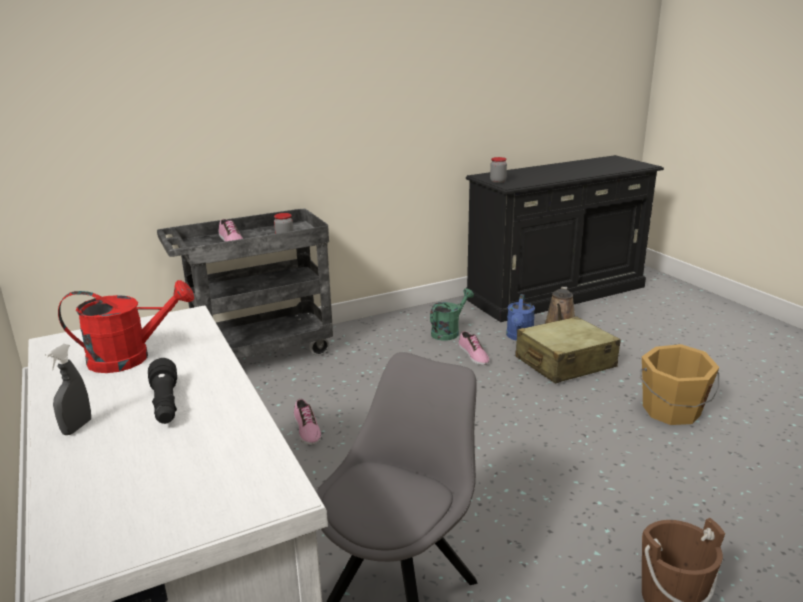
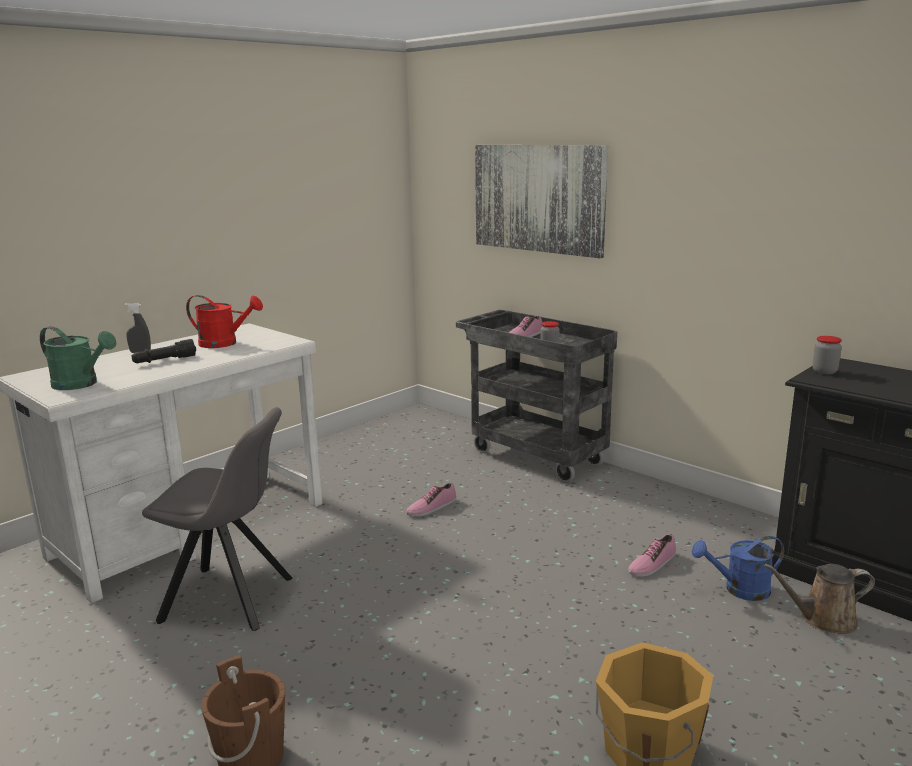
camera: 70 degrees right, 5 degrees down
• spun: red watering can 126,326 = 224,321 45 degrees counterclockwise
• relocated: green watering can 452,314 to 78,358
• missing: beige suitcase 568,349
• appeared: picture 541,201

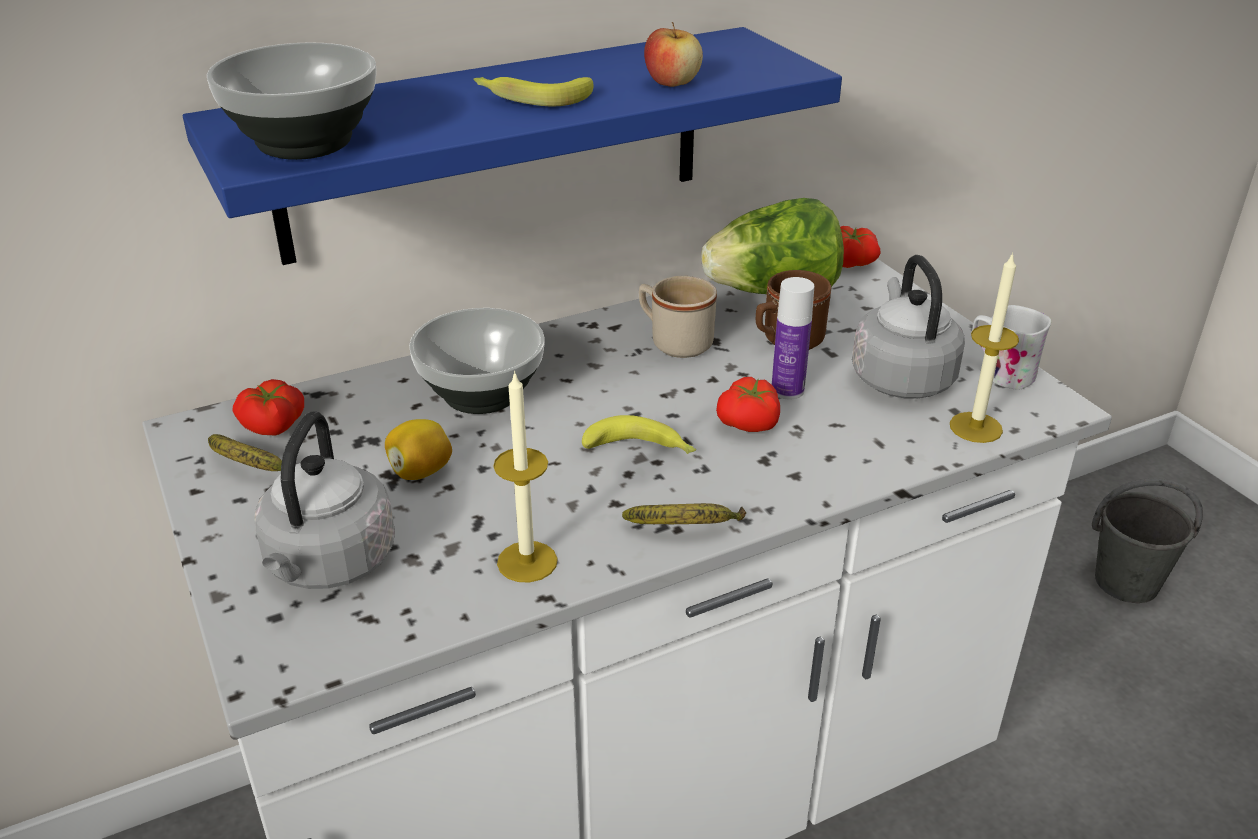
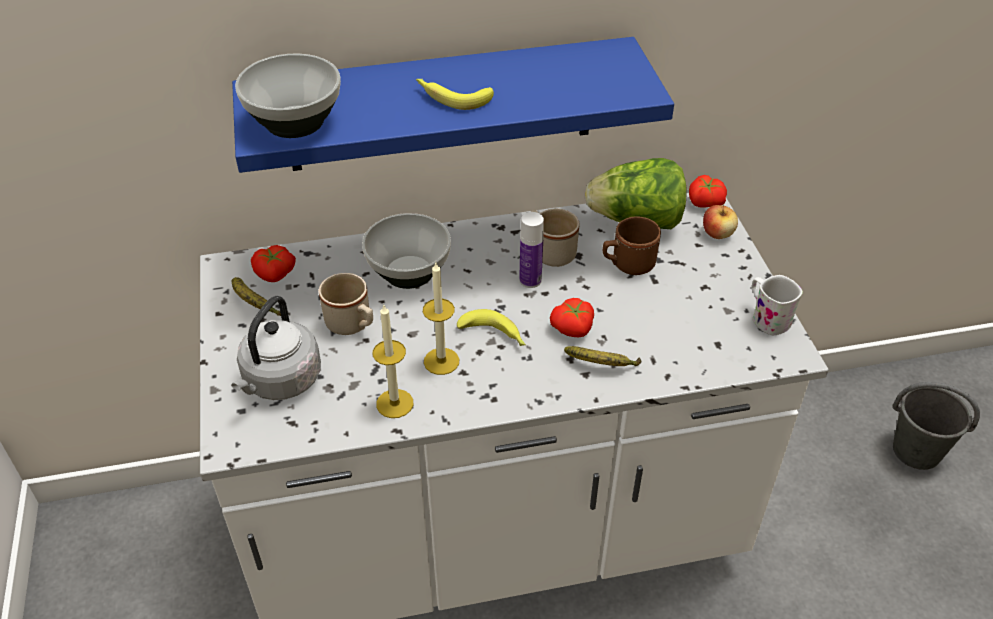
camera: 15 degrees right, 10 degrees up
• exchanged: lemon 418,449 to beige mug 346,304
• relocated: banana 684,513 to 602,356
• relocated: apple 673,54 to 720,221
• relocated: bottle 793,338 to 531,250
• missing: grey kettle 908,327
• relocated: candle 984,347 to 441,318

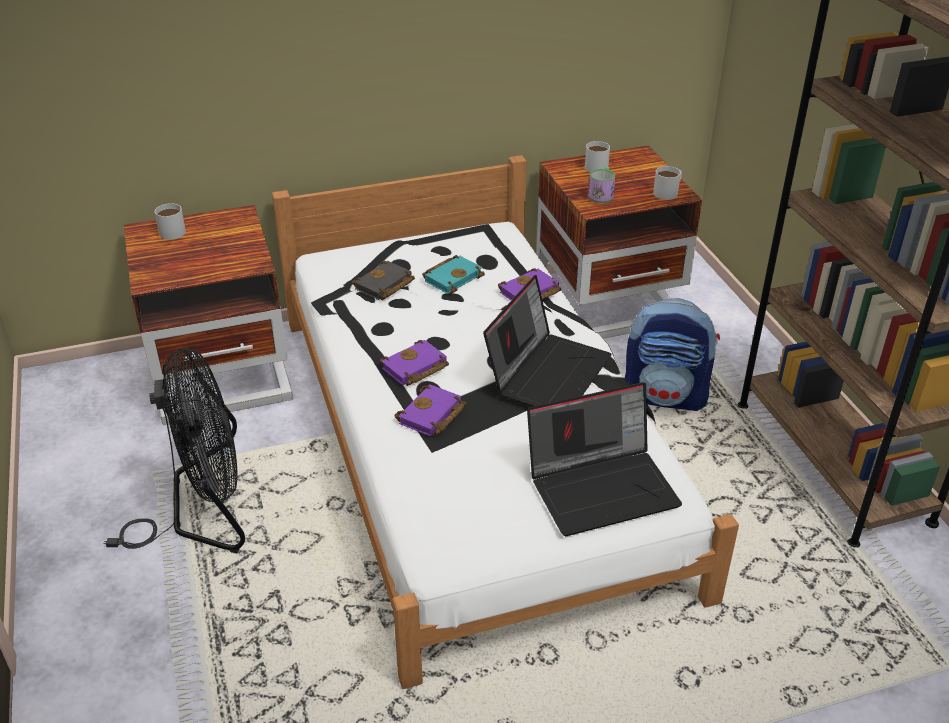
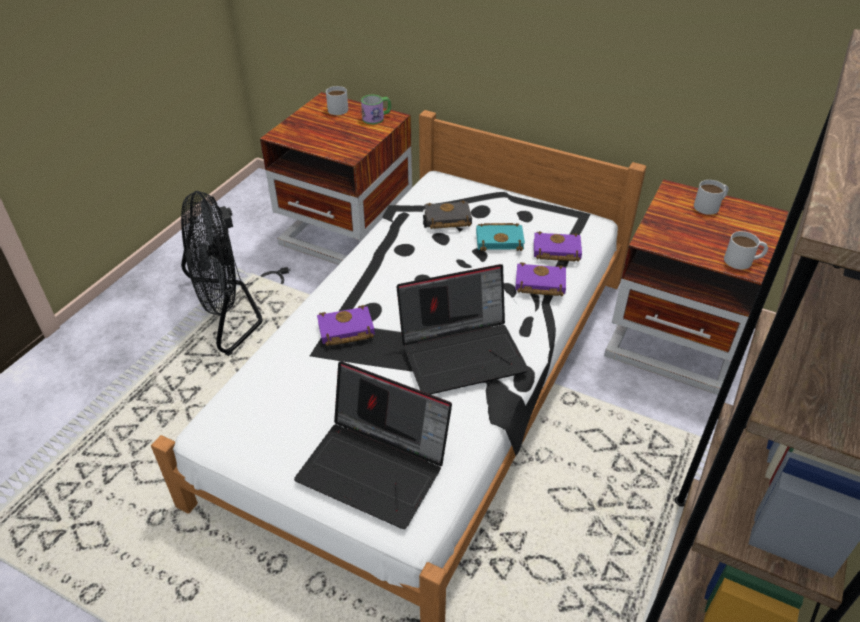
camera: 45 degrees right, 5 degrees up
• spun: black fan 174,450 = 236,273 120 degrees clockwise
• relocated: purple book 414,363 to 558,246
• relocated: mug 601,185 to 376,109
• missing: backpack 672,354

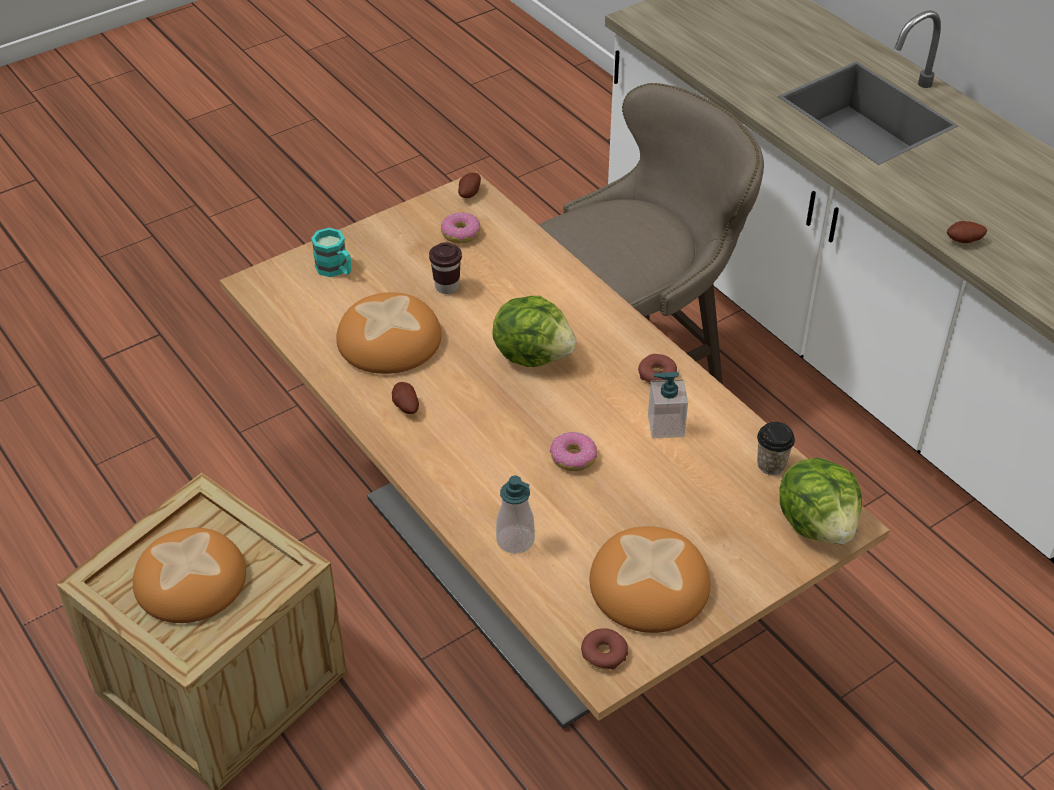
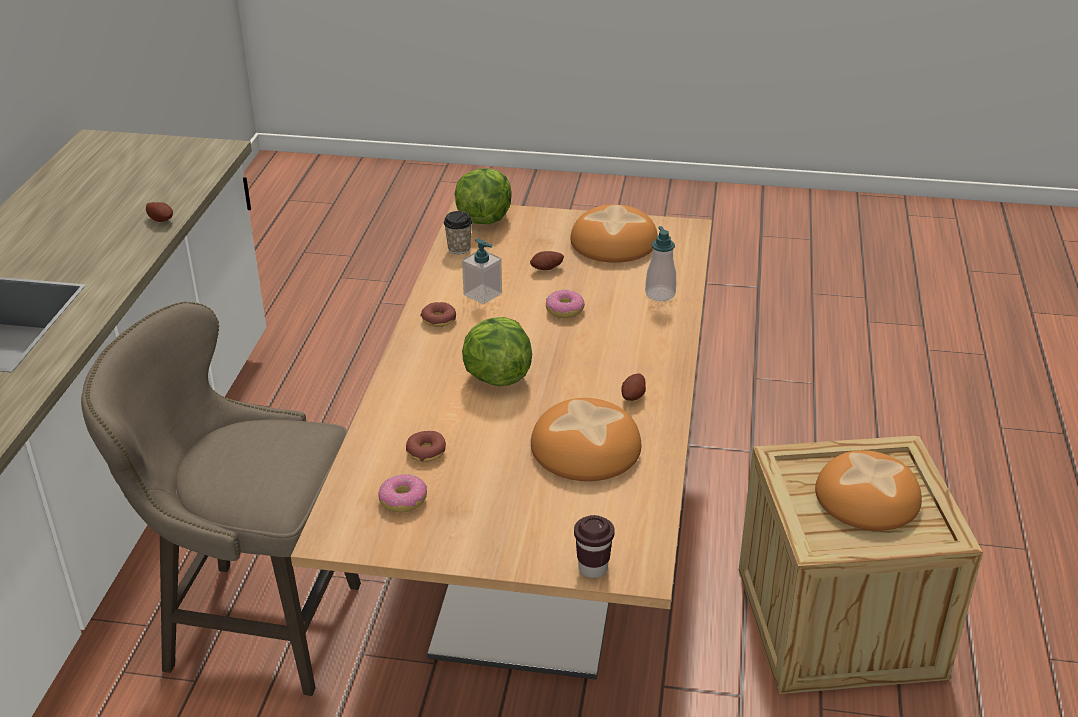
camera: 135 degrees left, 10 degrees down
• missing: turquoise mug 331,252
• relocated: brown cup 445,268 to 594,546
• relocated: potato 469,185 to 547,260
• relocated: donut 604,649 to 426,446

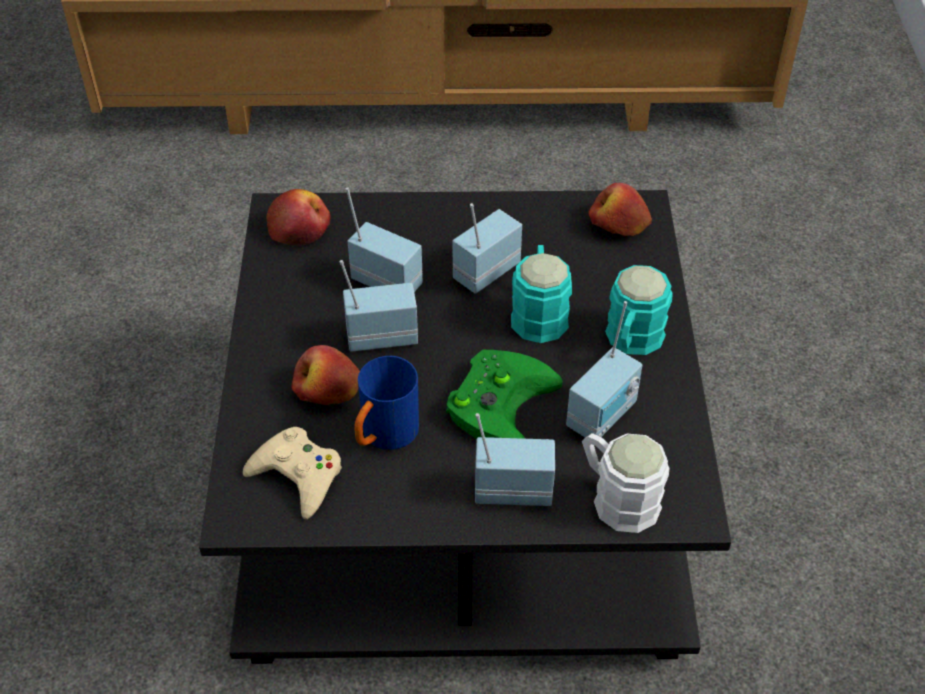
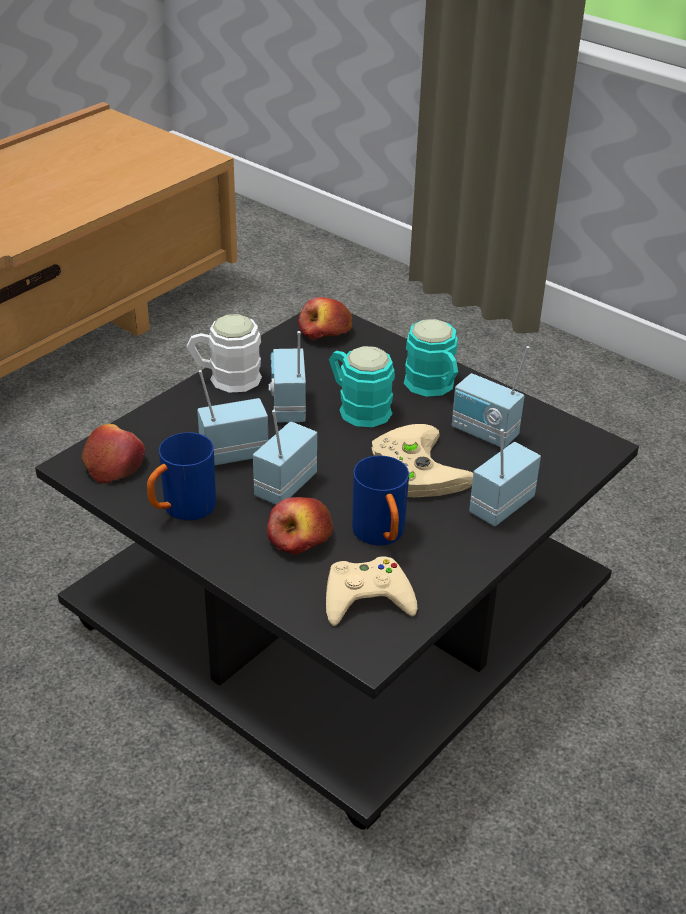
camera: 50 degrees left, 10 degrees down
• colour: green game controller 504,394 to beige game controller 422,460
• spun: radio 604,369 = 491,397 135 degrees clockwise
• relocated: white mug 625,483 to 224,353
• appeared: blue mug 181,476

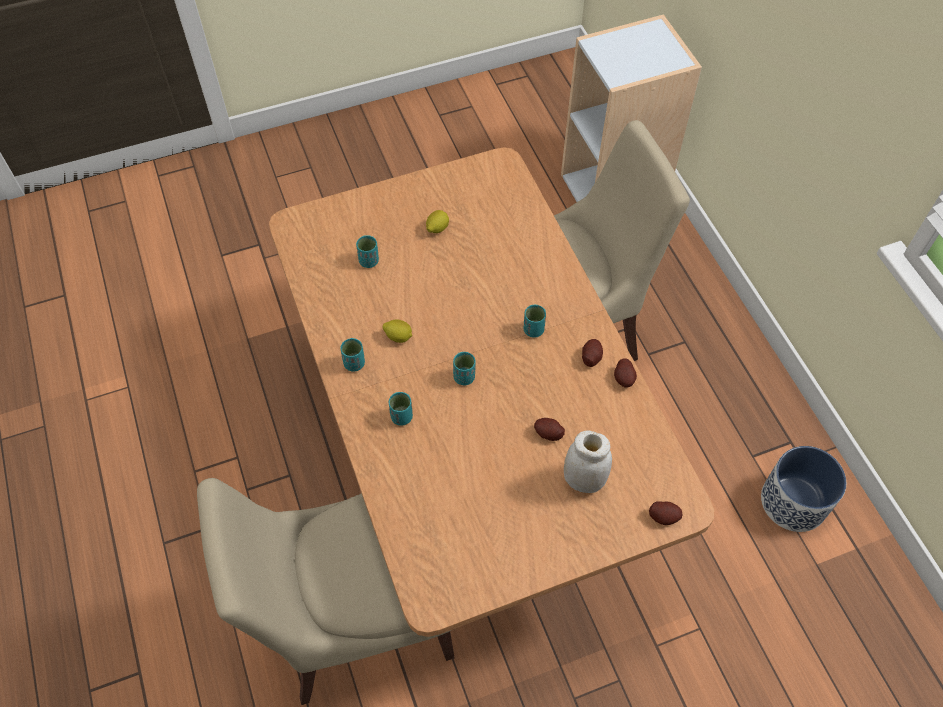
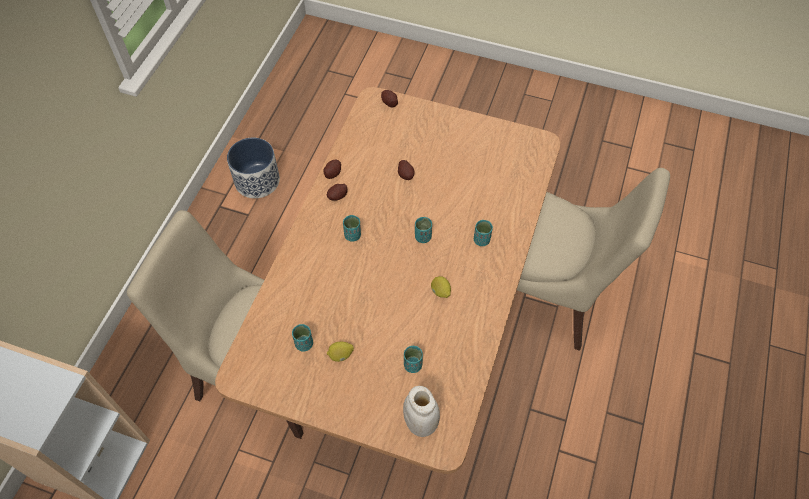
camera: 140 degrees left, 0 degrees up
• relocated: turquoise cup 352,355 to 302,338
• relocated: white jar 588,462 to 421,411

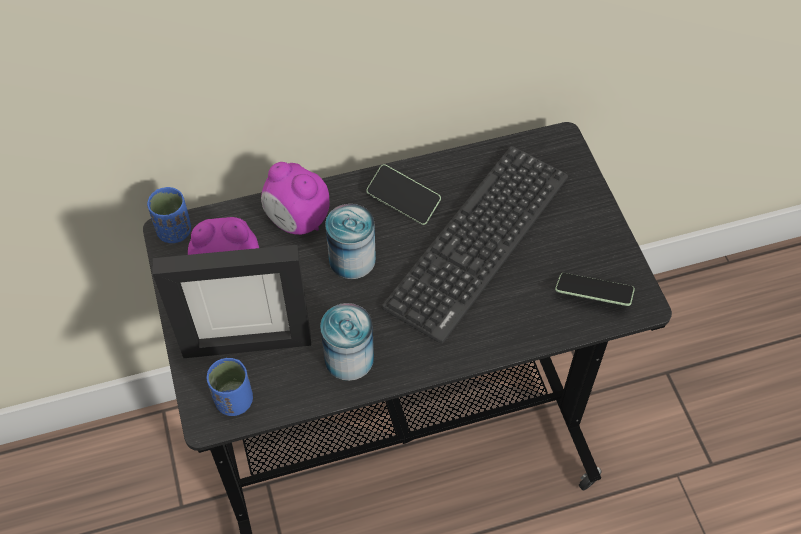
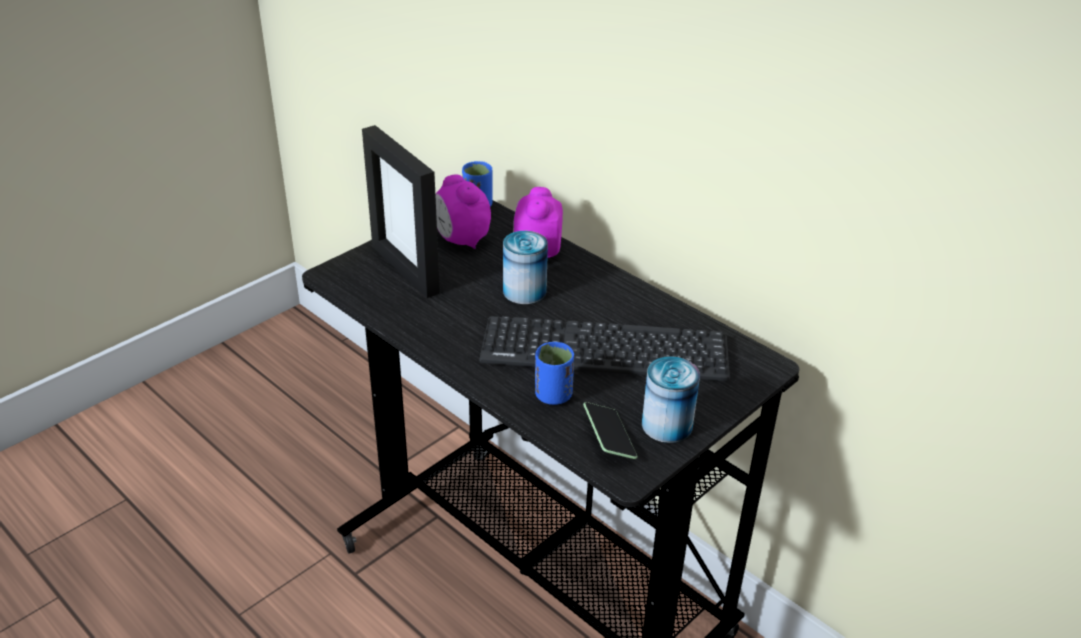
camera: 60 degrees right, 20 degrees down
• relocated: blue cup 230,387 to 554,373
• relocated: can 347,342 to 671,399
• missing: phone 403,194

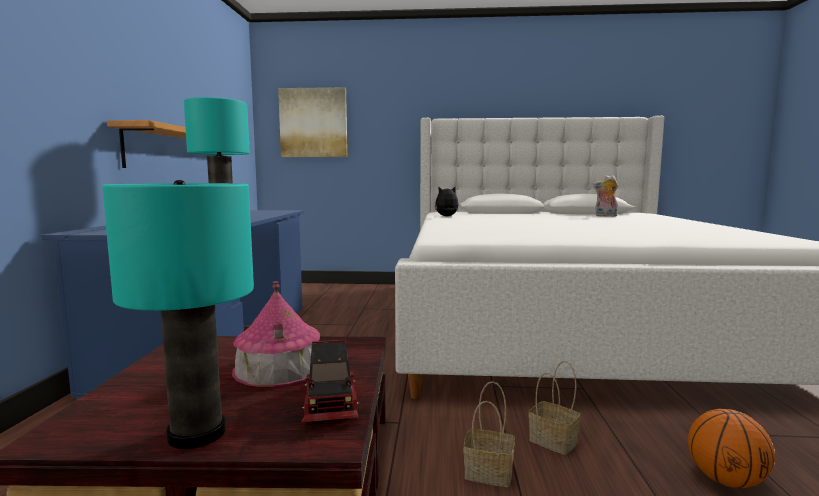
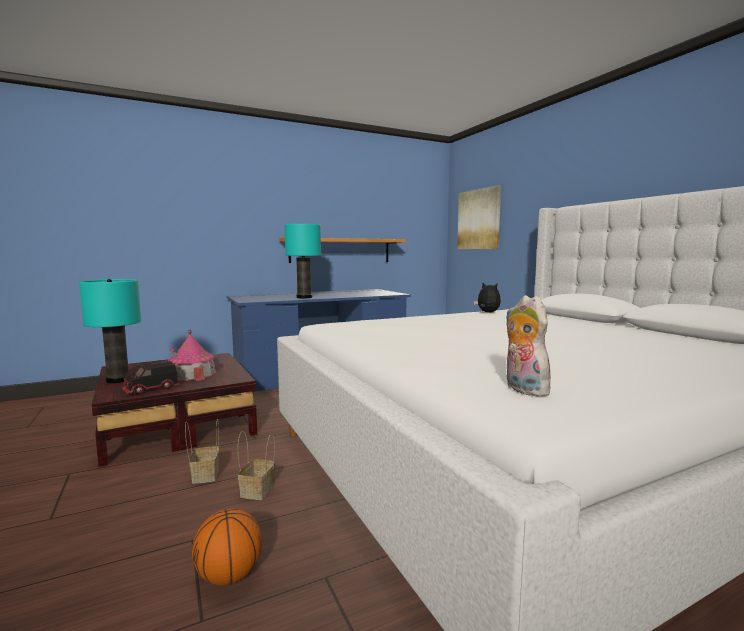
camera: 60 degrees right, 0 degrees up
• relocated: plush toy 606,196 to 530,345

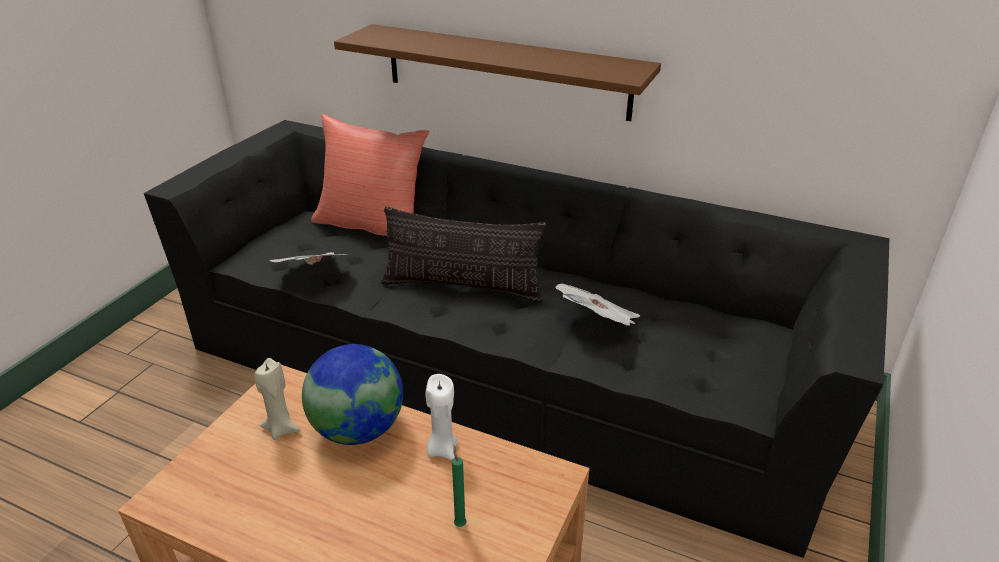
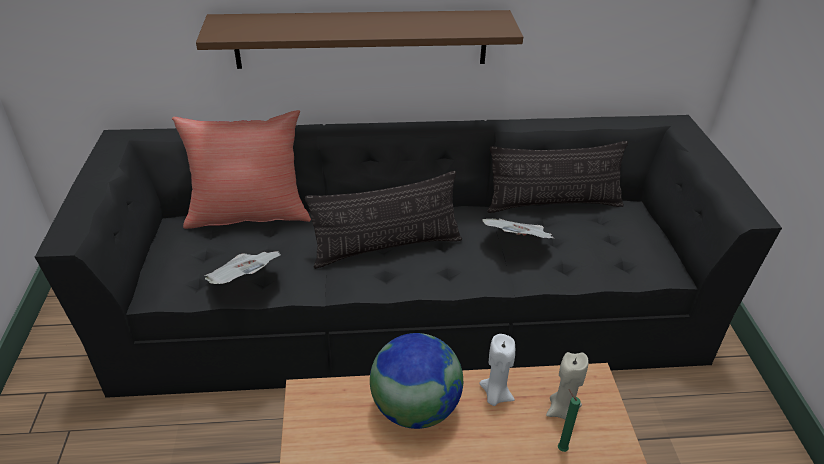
camera: 30 degrees left, 5 degrees up
• relocated: beige candle 277,399 to 567,386
• appeared: pillow 557,177

